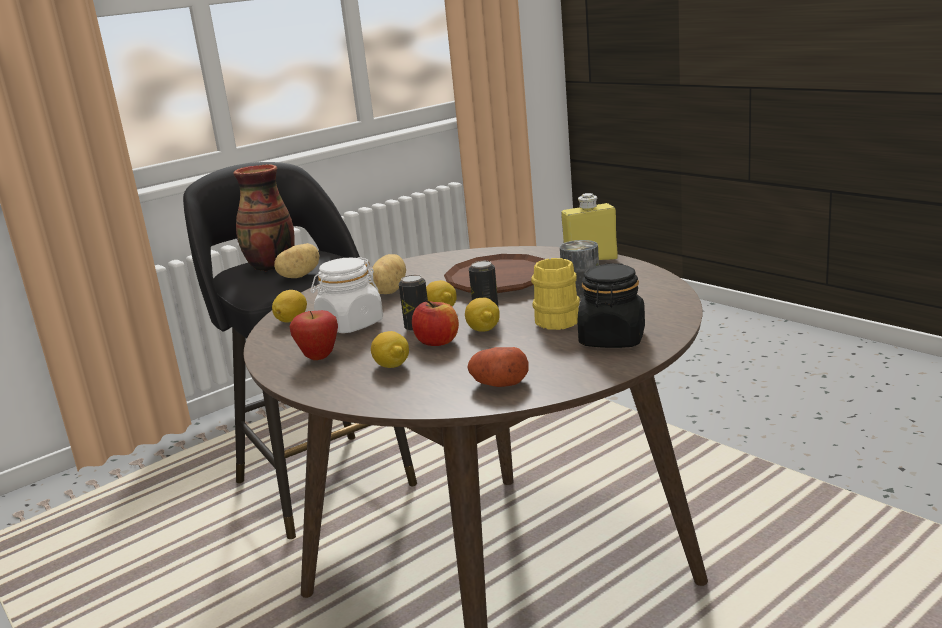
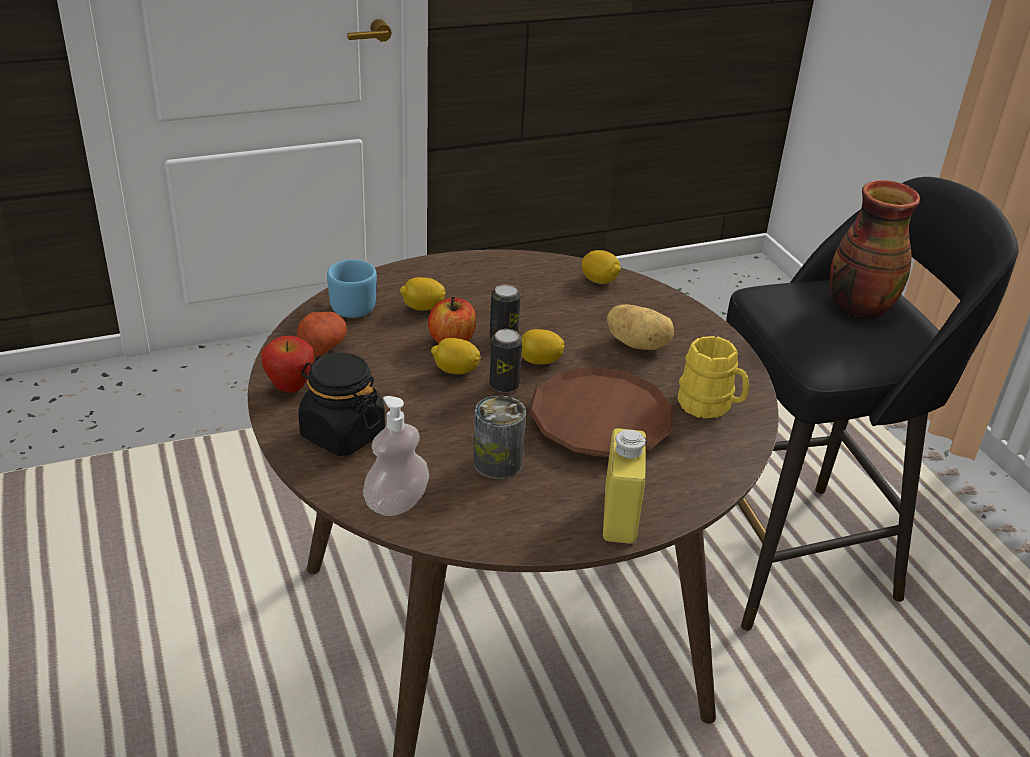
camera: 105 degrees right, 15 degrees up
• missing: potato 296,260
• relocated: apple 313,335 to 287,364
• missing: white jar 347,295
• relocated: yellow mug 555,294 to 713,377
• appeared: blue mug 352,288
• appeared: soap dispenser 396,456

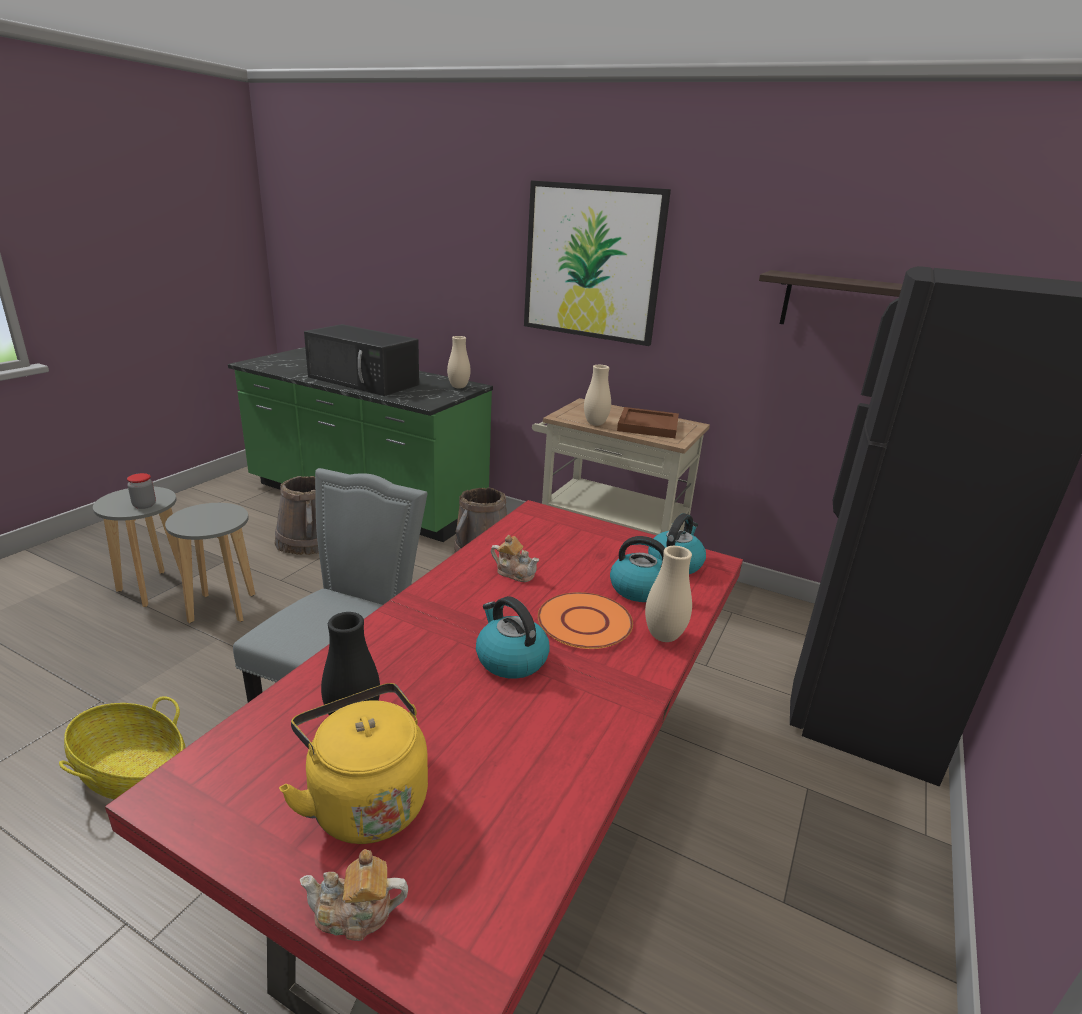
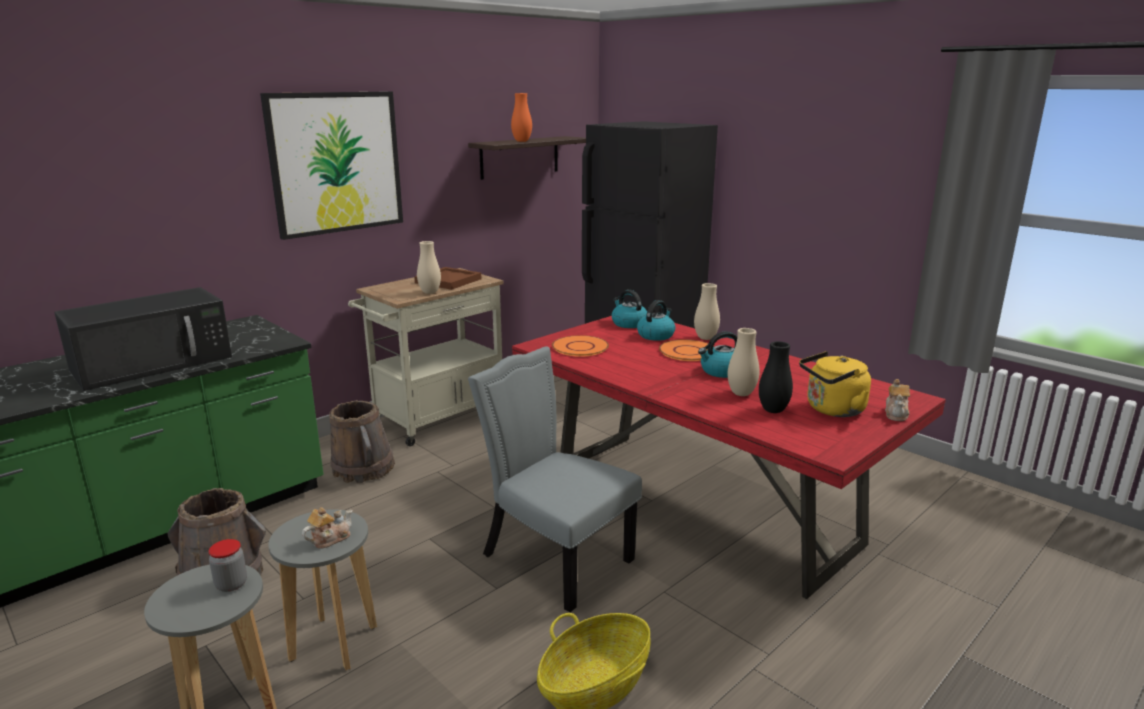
camera: 70 degrees left, 5 degrees down
• relocated: beige vase 459,362 to 744,362
• relocated: teapot 515,558 to 327,528
• appeared: orange vase 521,117
• appeared: orange plate 580,346

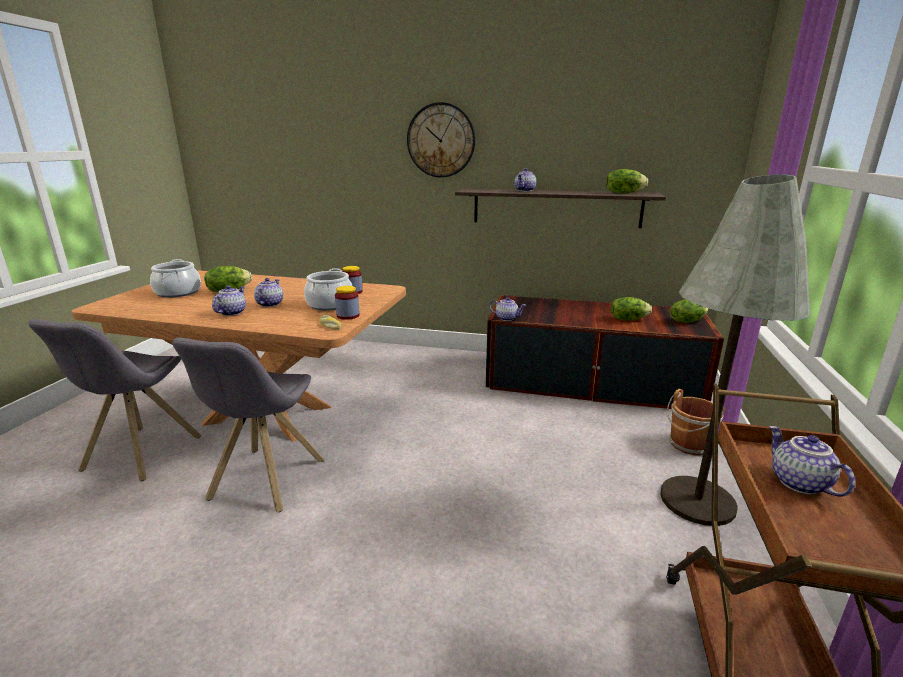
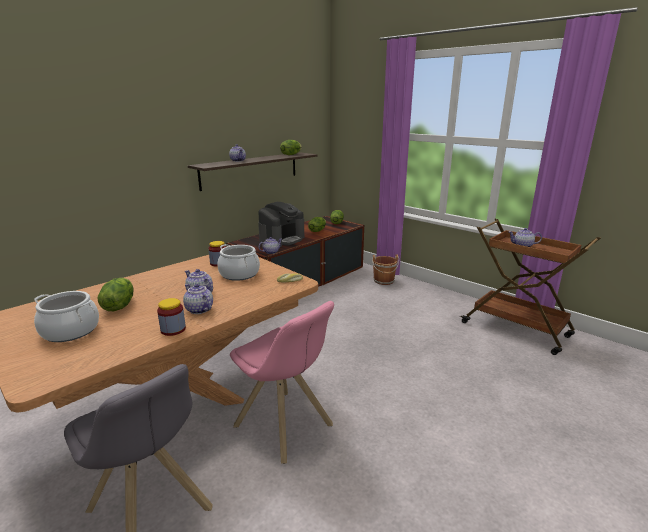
camera: 60 degrees left, 0 degrees up
• colour: grey chair 248,425 to pink chair 282,382
• relocated: jar 347,303 to 171,317
• missing: wall clock 441,140
• missing: grey floor lamp 735,350
• appeared: coffee machine 281,224

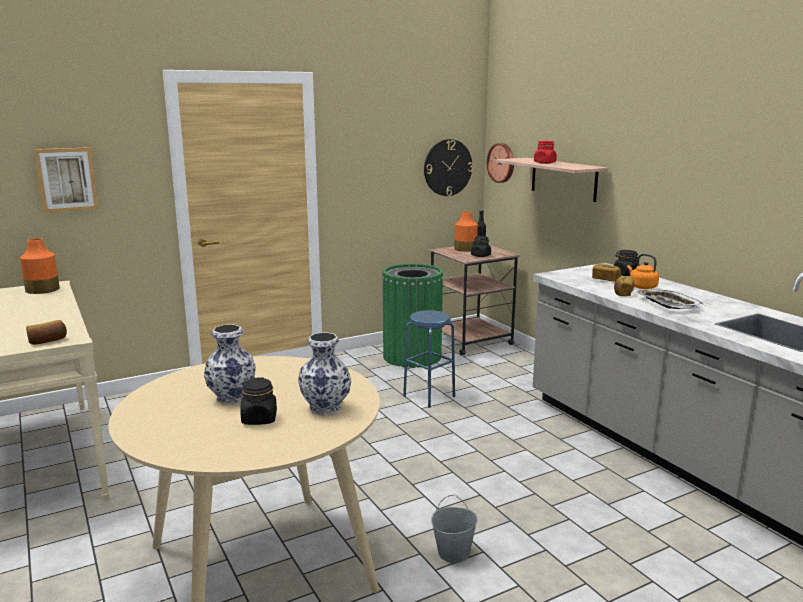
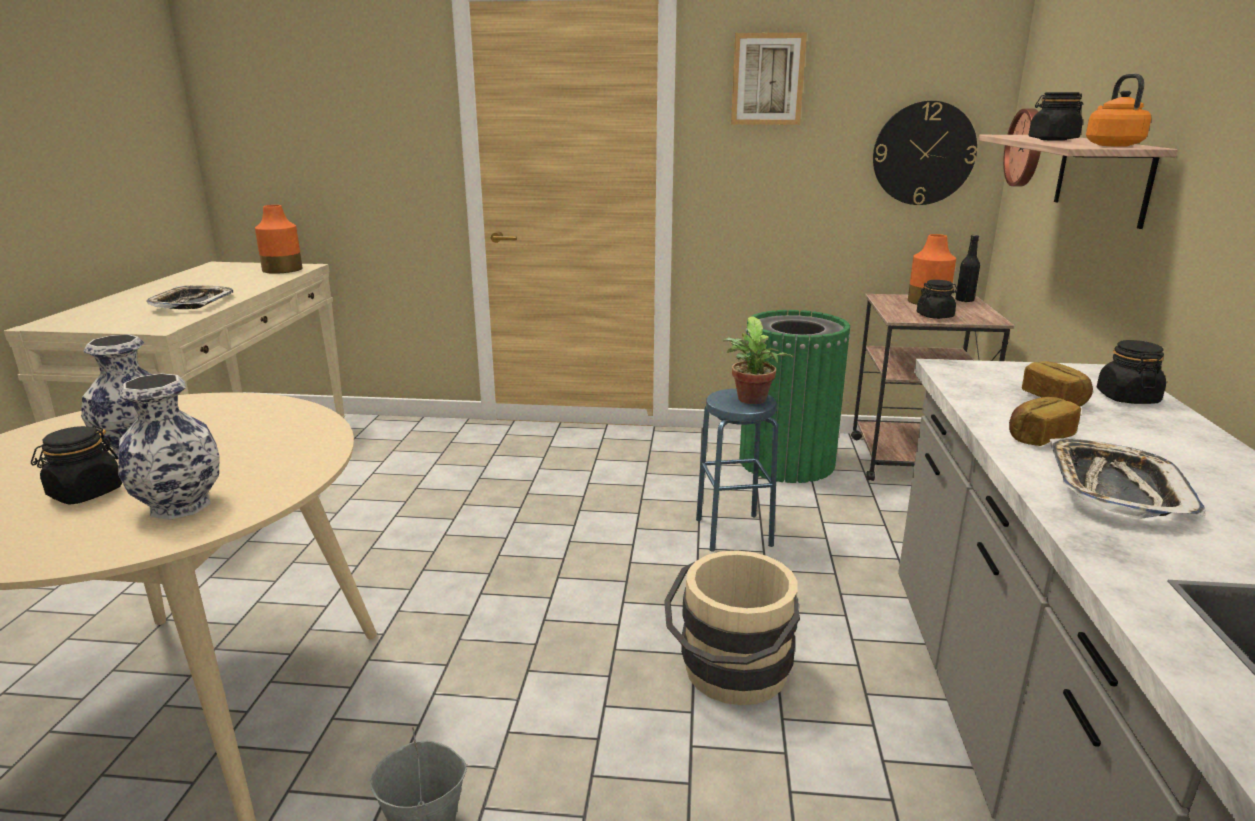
camera: 35 degrees right, 5 degrees up
• missing: bread 46,332
• relocated: picture 66,180 to 769,79
• colour: red jar 545,152 to black jar 1056,116
• relocated: orange kettle 643,271 to 1118,110
• appeared: tray 190,297
• appeared: beige bucket 732,627
• appeared: potted plant 758,360

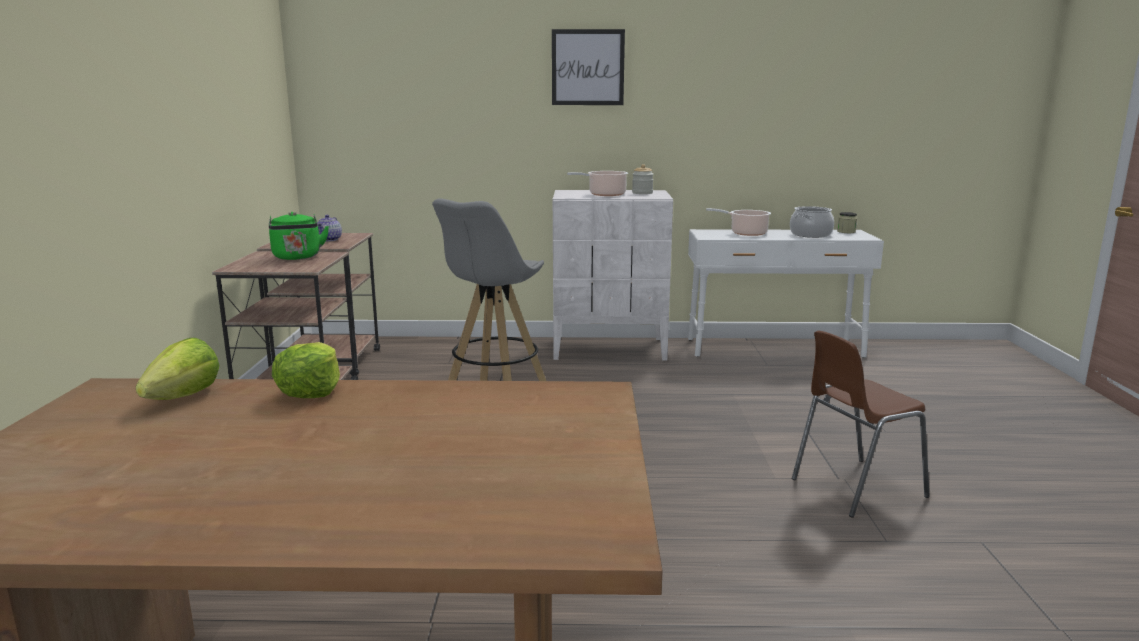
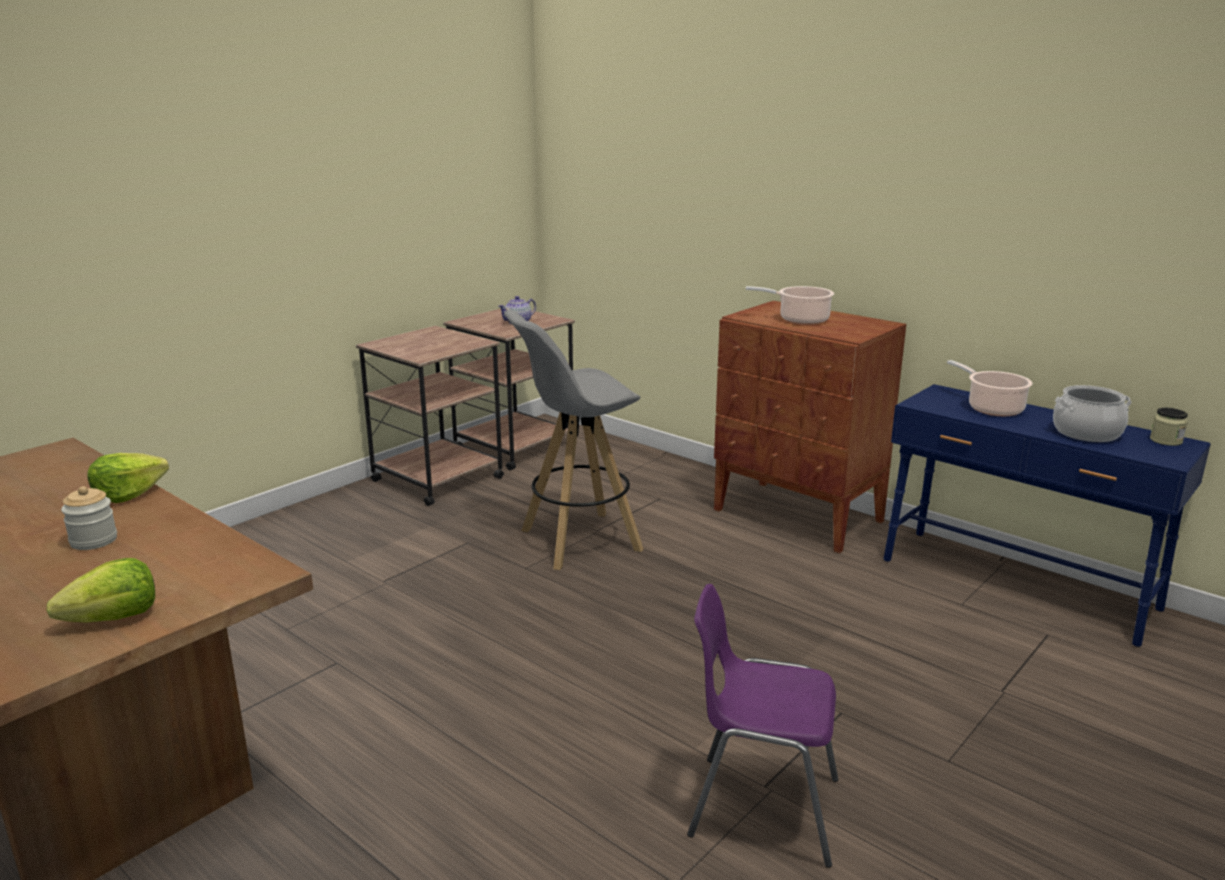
camera: 40 degrees right, 5 degrees up
• relocated: lettuce 177,369 to 100,590
• missing: green kettle 299,236
• missing: picture 588,67
• colour: white dresser 613,275 to brown dresser 810,427
• relocated: jar 643,179 to 89,518
• colour: white console table 786,293 to blue console table 1047,515
• colour: brown chair 861,424 to purple chair 762,726

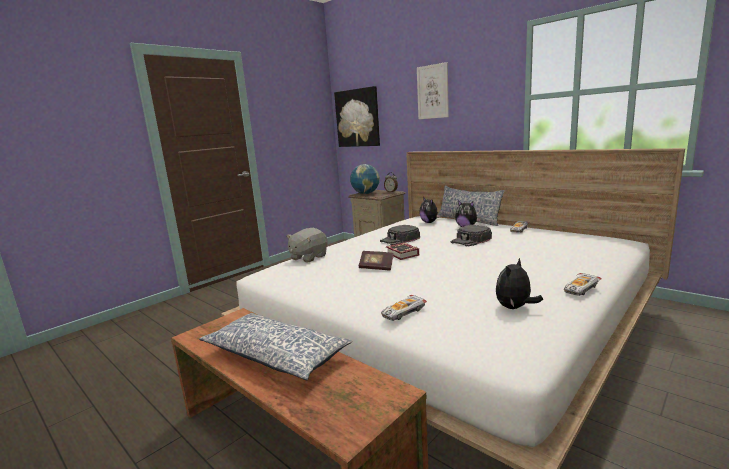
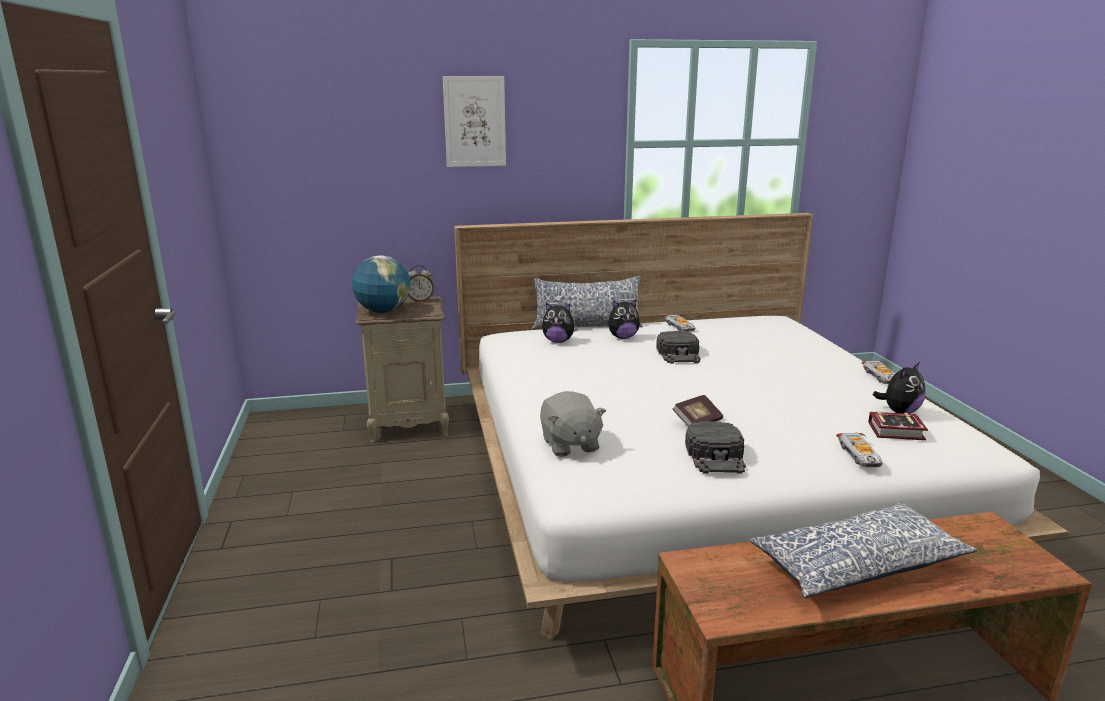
camera: 55 degrees left, 5 degrees up
• missing: picture 357,116
• relocated: black cap 400,235 to 715,447
• relocated: book 402,251 to 898,425
• spun: plush toy 519,283 = 899,388 120 degrees counterclockwise

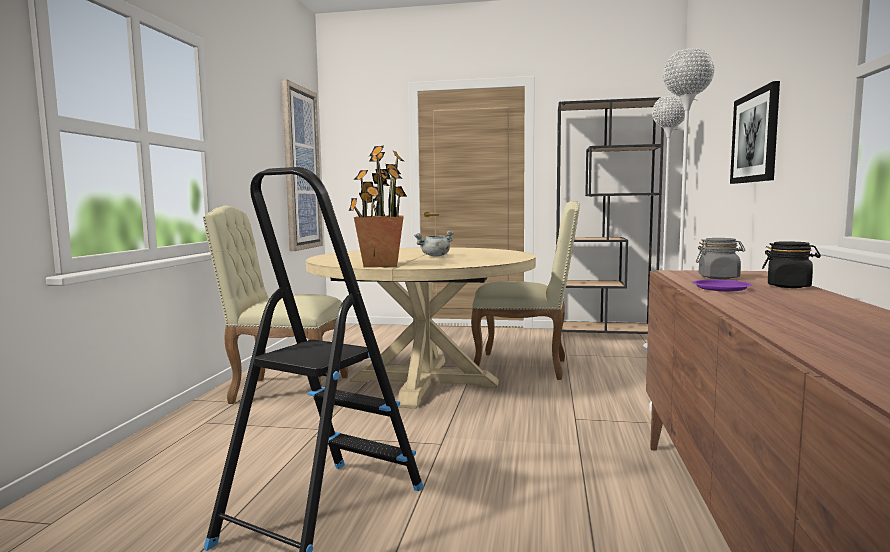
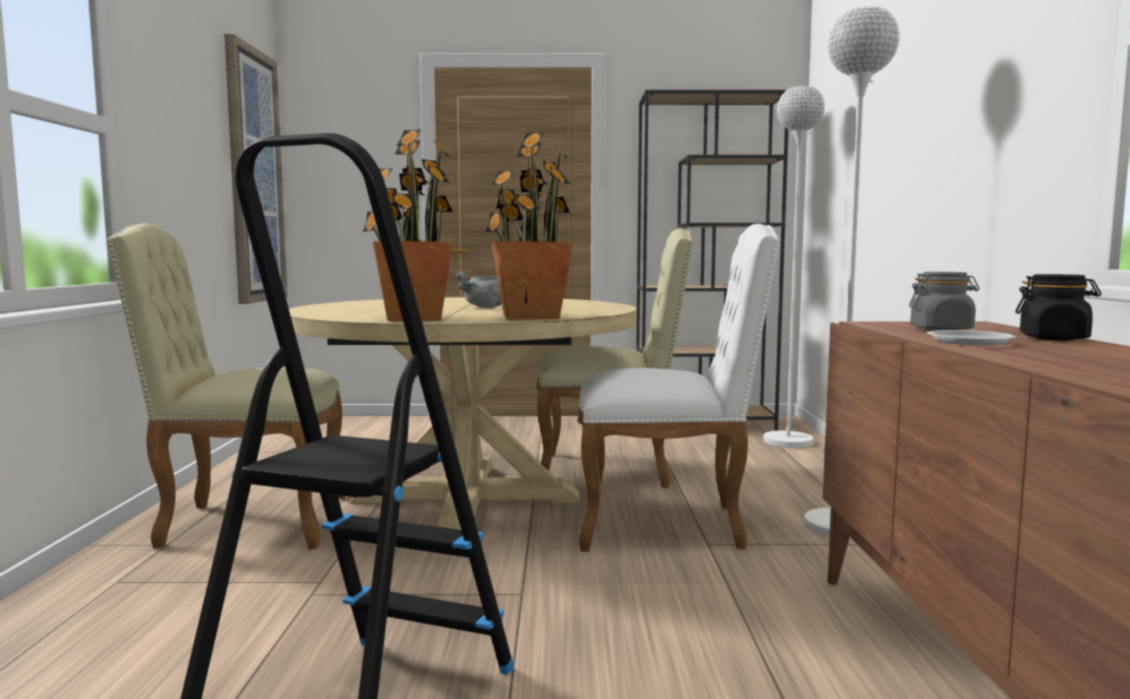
camera: 10 degrees left, 0 degrees up
• colour: purple plate 722,285 to white plate 971,338
• missing: picture 755,132
• appeared: potted plant 529,226
• appeared: white chair 679,387

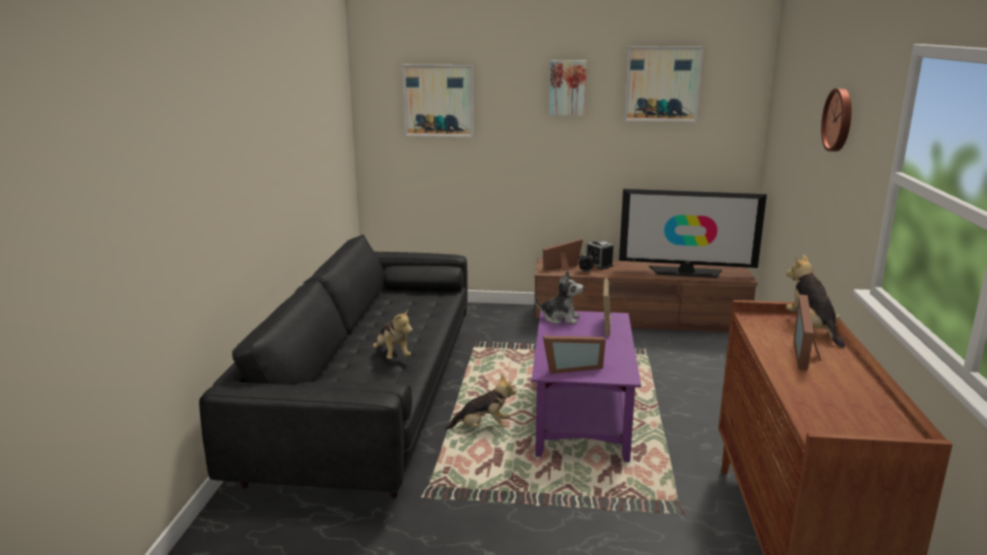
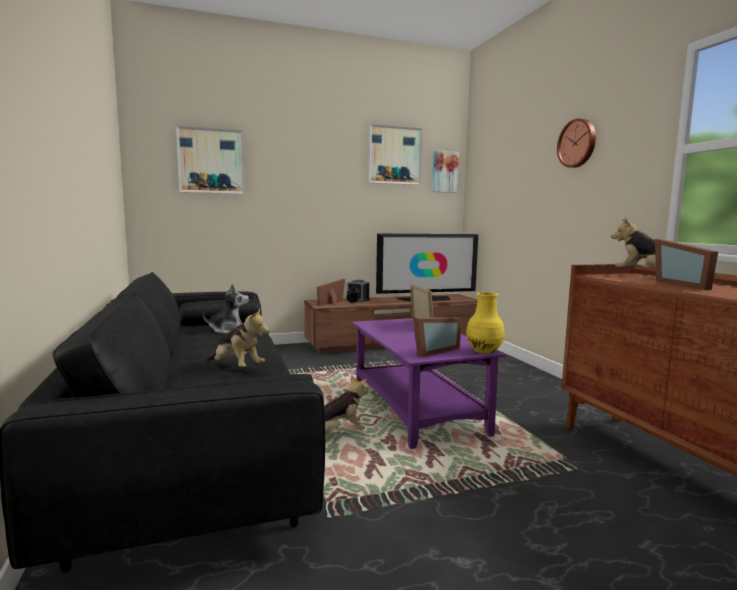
camera: 25 degrees left, 10 degrees down
• relocated: plush toy 559,297 to 226,309
• relocated: picture 568,88 to 445,171
• appeared: yellow vase 485,323

